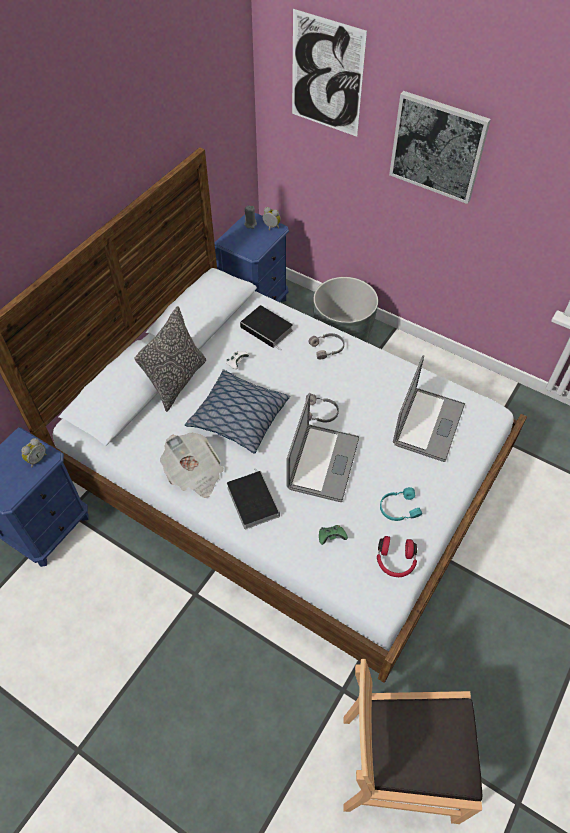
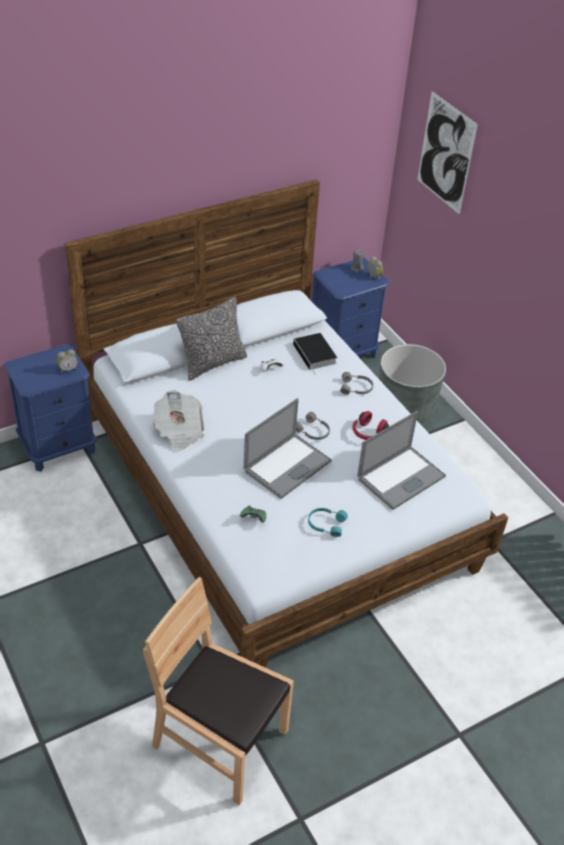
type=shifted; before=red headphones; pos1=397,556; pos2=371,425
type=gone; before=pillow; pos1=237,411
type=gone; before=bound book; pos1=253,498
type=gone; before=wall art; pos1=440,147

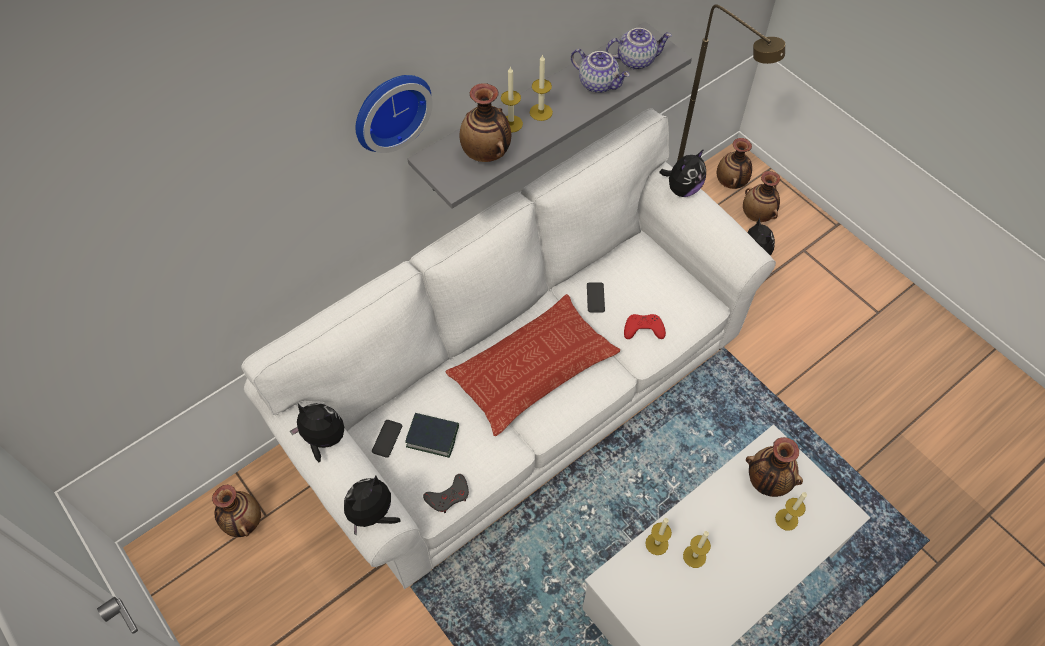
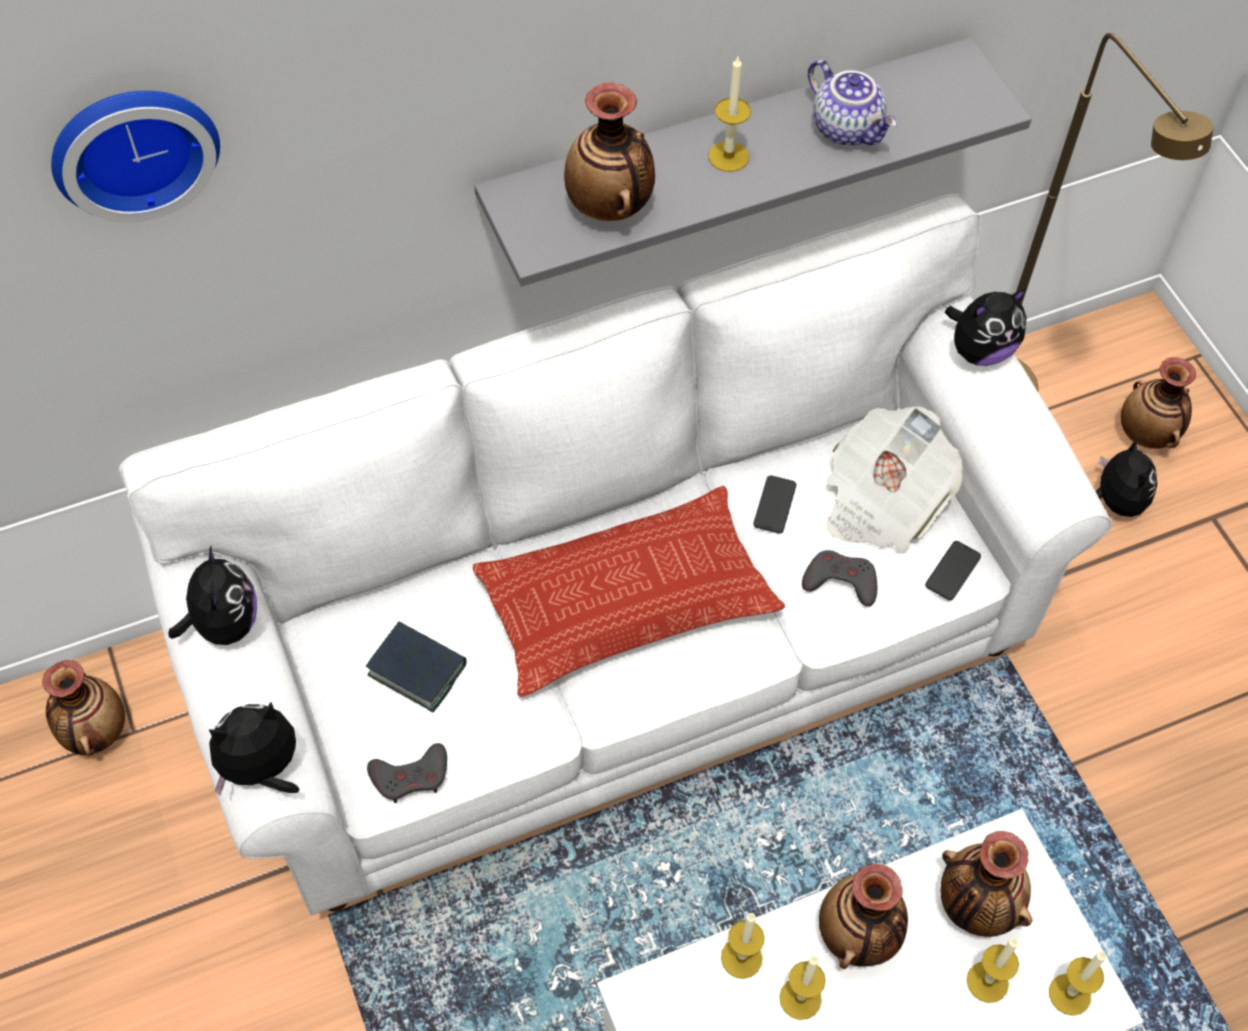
type=shifted; before=wall clock; pos1=394,114; pos2=135,157
type=rotated; before=cuddly toy; pos1=317,432; pos2=212,595; turn=45
type=repainted; before=red game controller; after=greyish game controller; pos1=645,326; pos2=839,578
type=shifted; before=flower vase; pos1=734,163; pos2=863,916
type=new; after=daily paper; pos2=894,479
type=shifted; before=telephone; pos1=387,439; pos2=953,570
type=shifted; before=wax candle; pos1=512,99; pos2=1077,983
type=gone; before=teapot; pos1=639,49

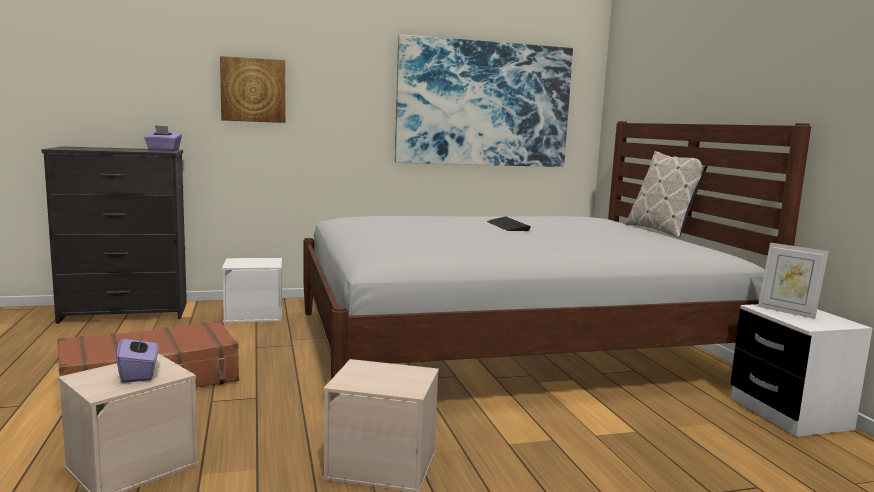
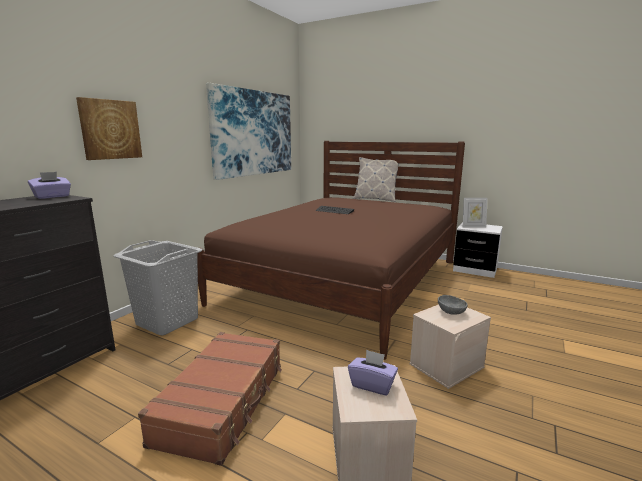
type=swapped; before=whitish storage box; after=greyish hamper; pos1=252,290; pos2=157,288
type=repainted; before=whitish sleeping bed; after=brown-coloured sleeping bed; pos1=557,250; pos2=331,250
type=new; after=greyish serving bowl; pos2=453,305

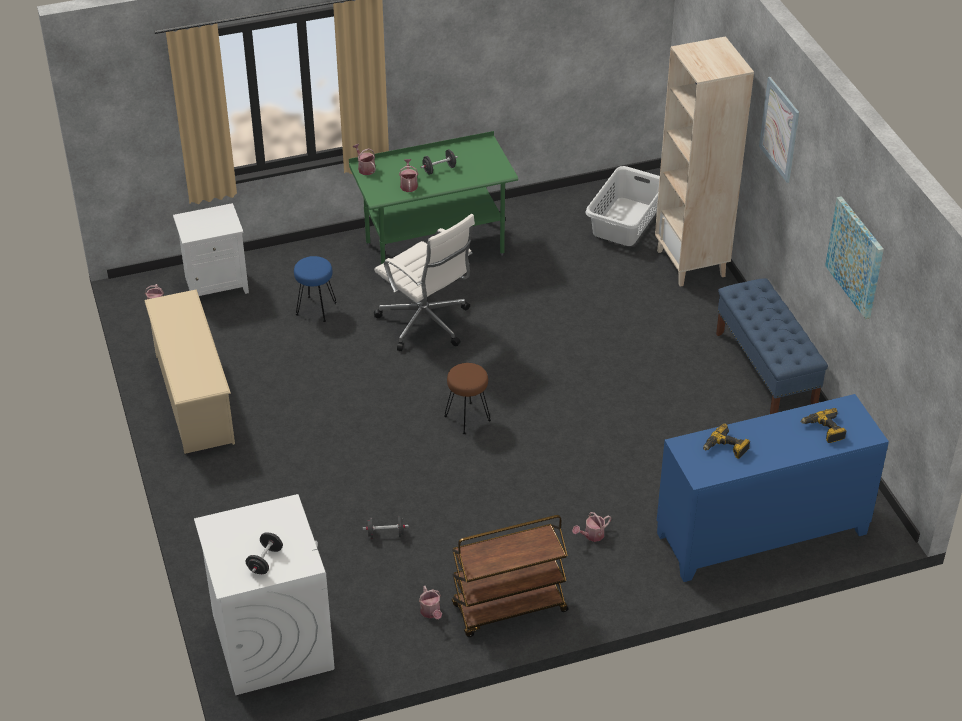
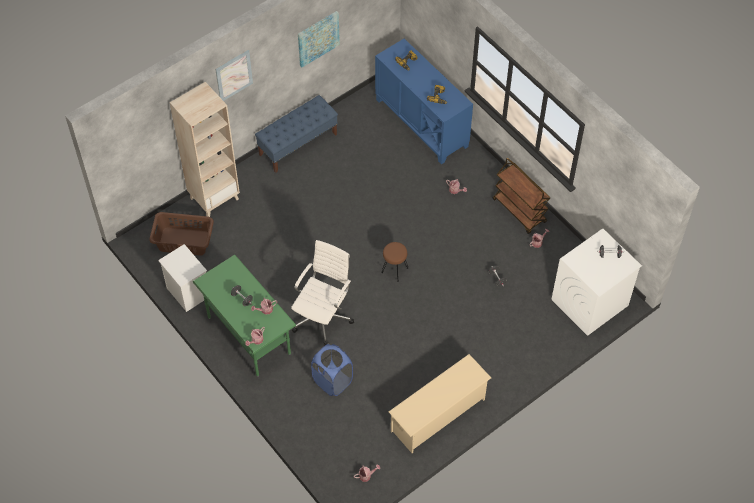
type=repainted; before=whitish hamper; after=brown-coloured hamper; pos1=622,206; pos2=182,234
type=shifted; before=whitish night table; pos1=211,249; pos2=182,278
type=swapped; before=bluish stool seat; after=bluish hamper; pos1=315,289; pos2=332,370

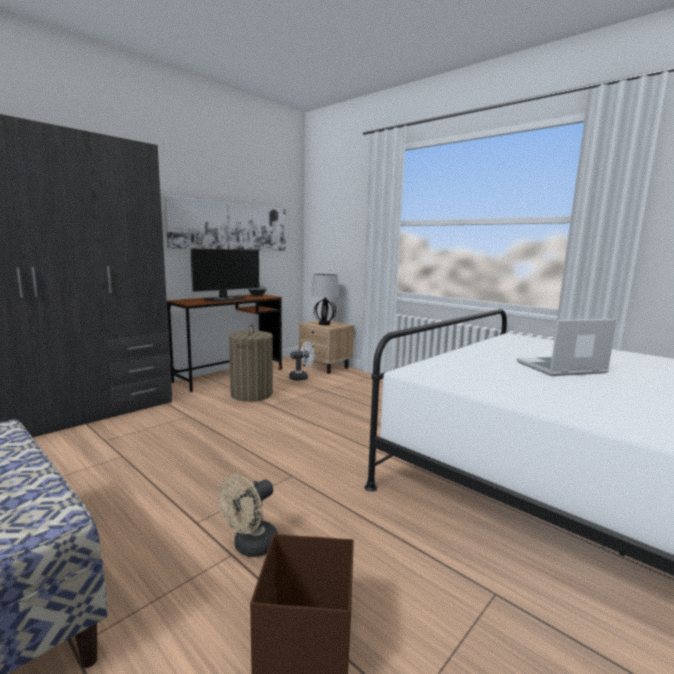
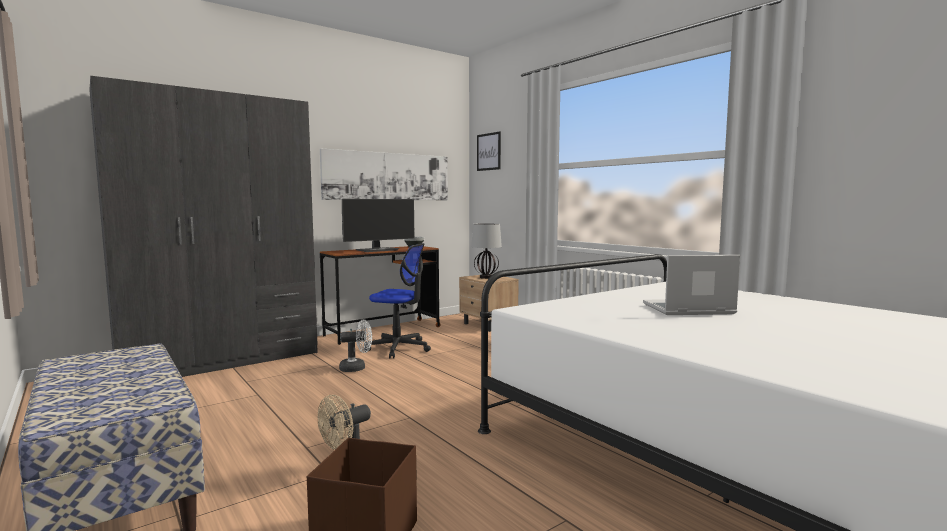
type=shifted; before=whitish cooling fan; pos1=301,361; pos2=355,346
type=swapped; before=hamper; after=desk chair; pos1=250,363; pos2=397,300
type=new; after=wall art; pos2=489,151

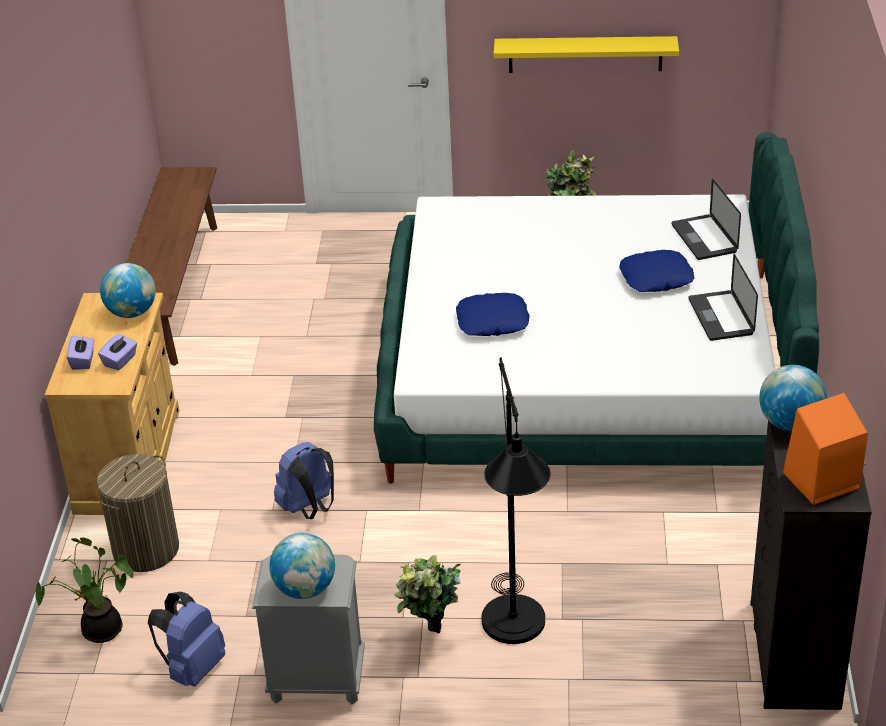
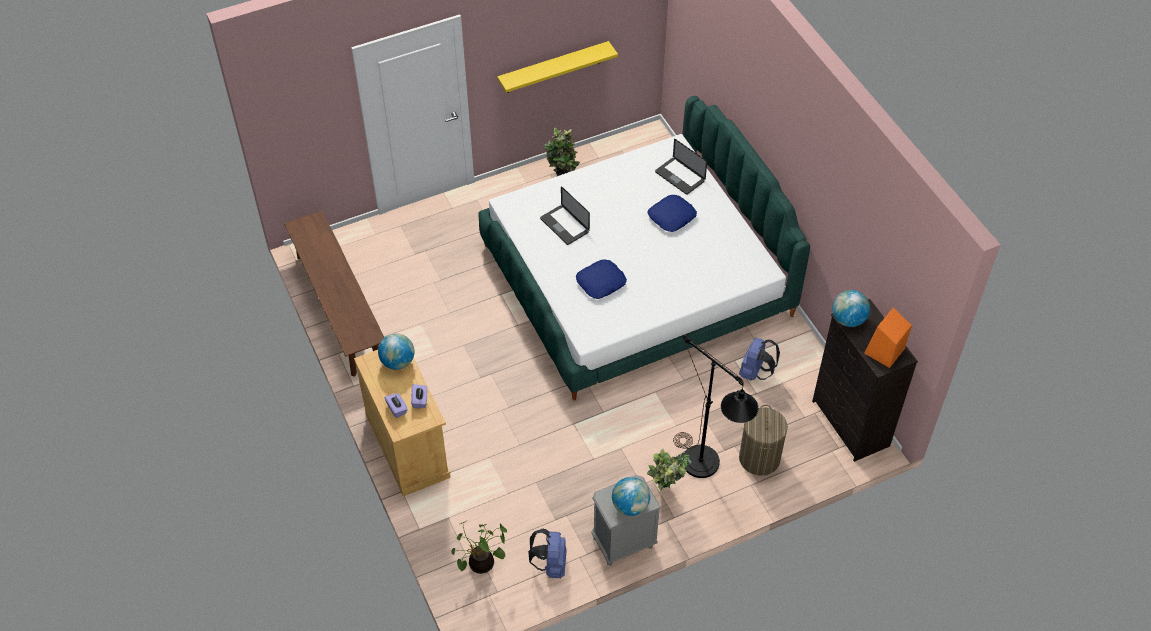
type=shifted; before=portable computer; pos1=723,297; pos2=565,215
type=shifted; before=bluish rucksack; pos1=304,480; pos2=759,359
type=shifted; before=hamper; pos1=138,513; pos2=763,440

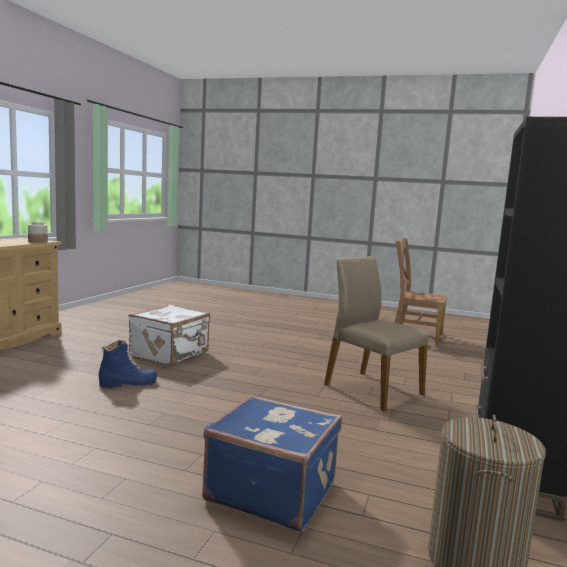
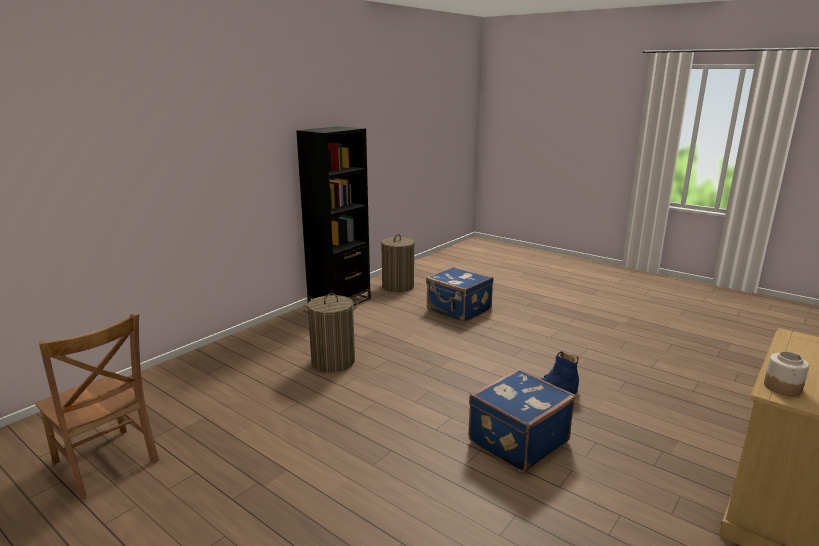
type=swapped; before=beige-coloured plain chair; after=hamper; pos1=376,333; pos2=330,332
type=repainted; before=whitish piece of luggage; after=bluish piece of luggage; pos1=169,335; pos2=522,420

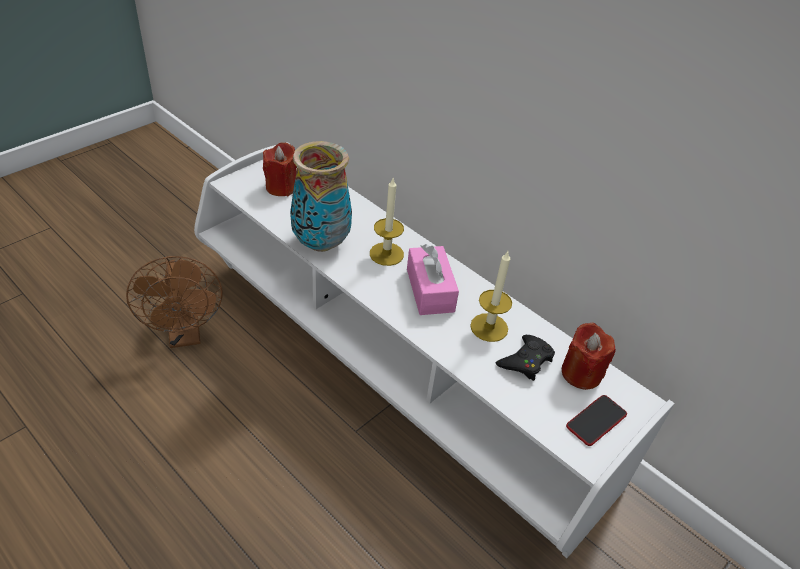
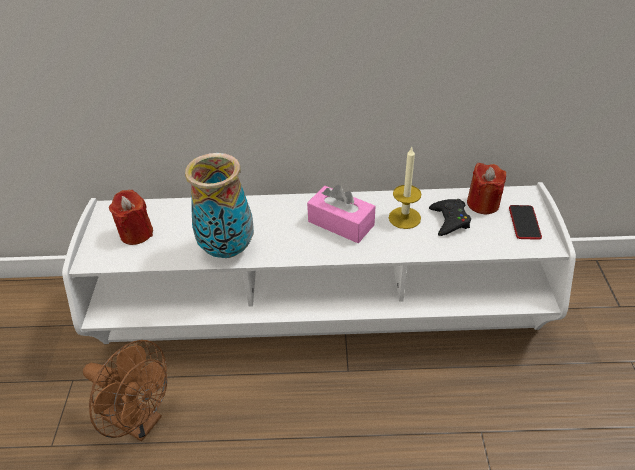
type=gone; before=wax candle; pos1=387,222

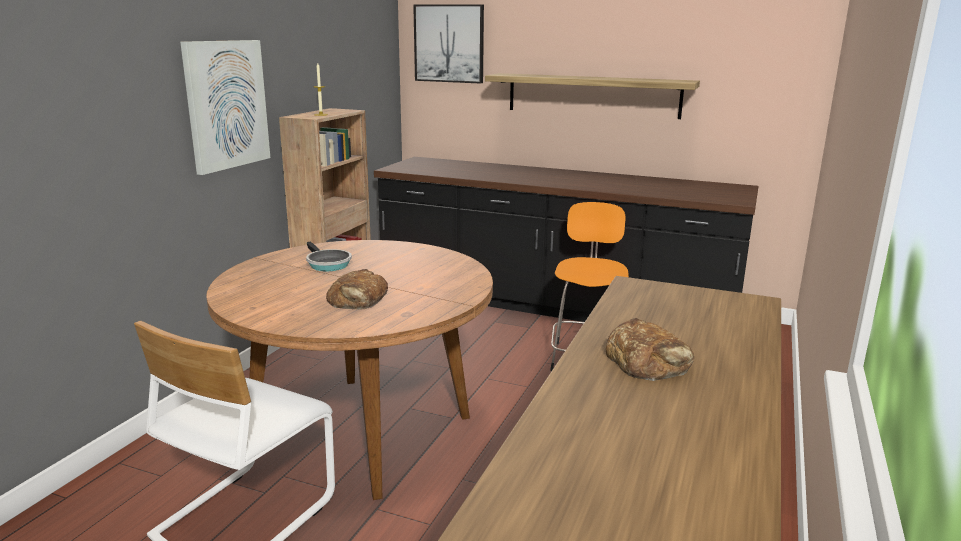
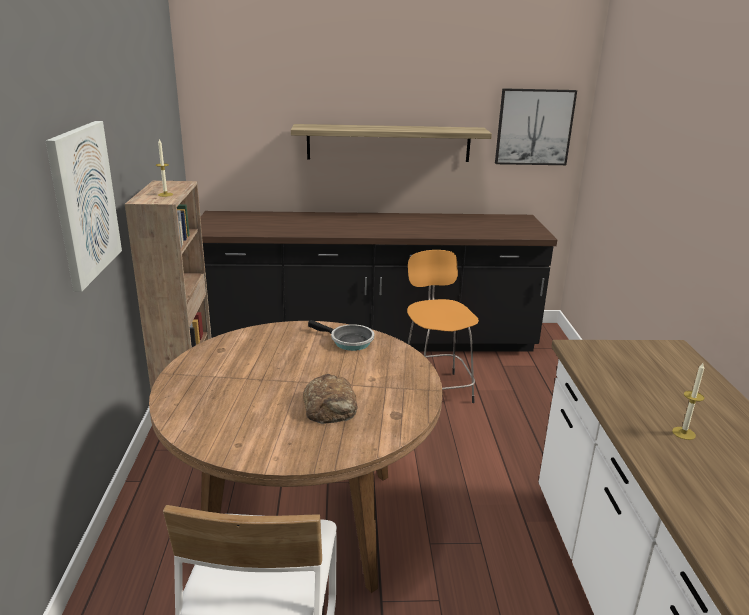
type=shifted; before=skillet; pos1=329,256; pos2=341,335
type=shifted; before=wall art; pos1=448,44; pos2=536,126
type=swapped; before=bakery bread; after=wax candle; pos1=650,349; pos2=688,401

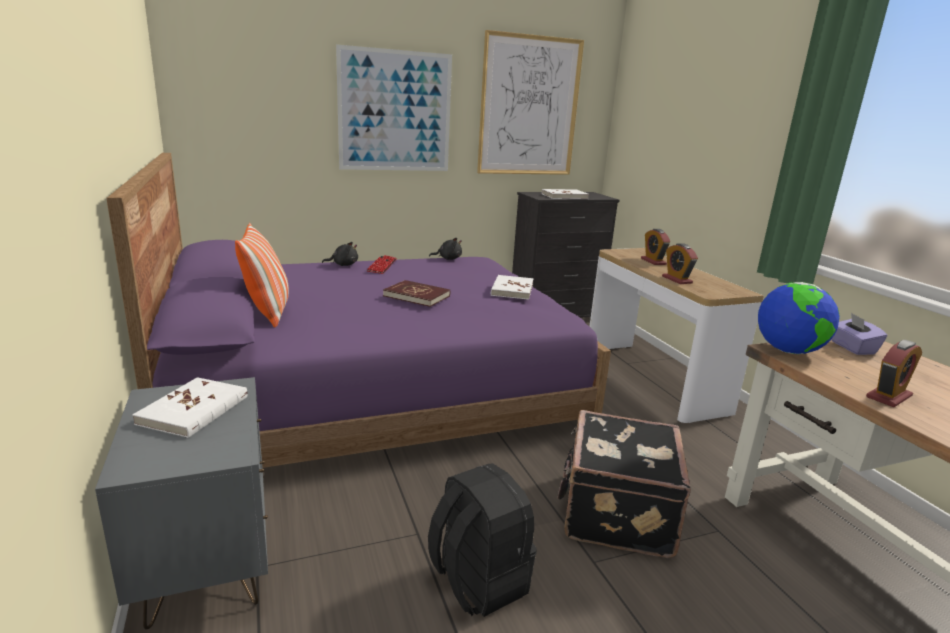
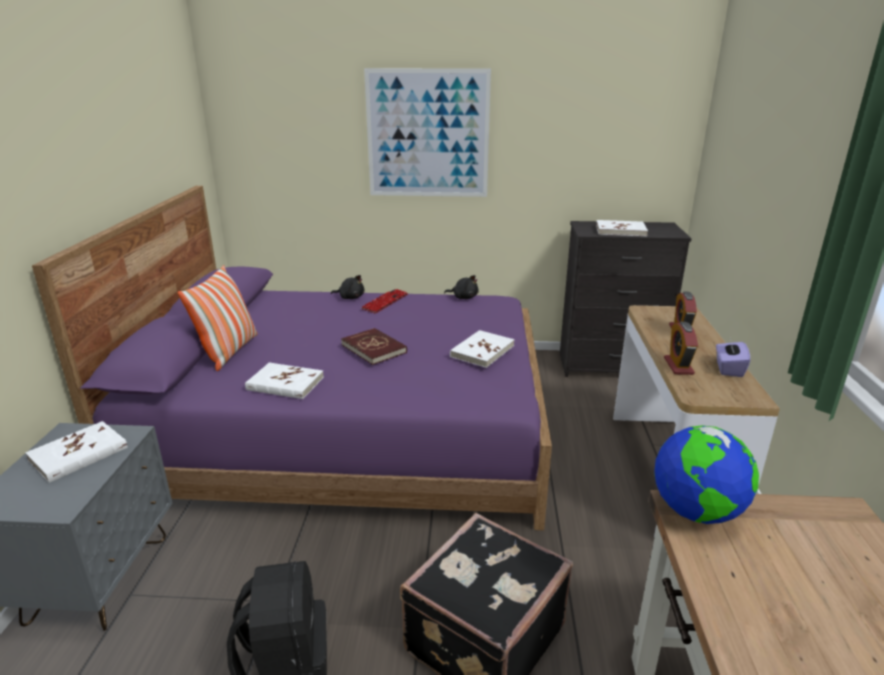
type=new; after=whitish bound book; pos2=284,381
type=shifted; before=purplish box of tissues; pos1=859,334; pos2=733,357
type=gone; before=wall art; pos1=530,102
type=gone; before=bedside clock; pos1=894,373

